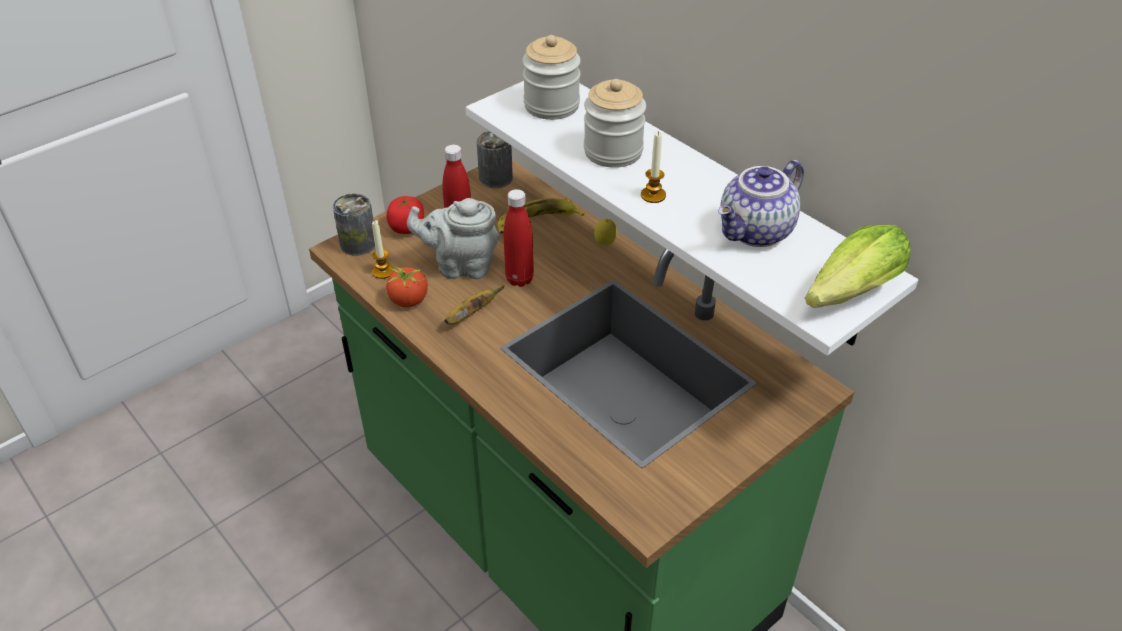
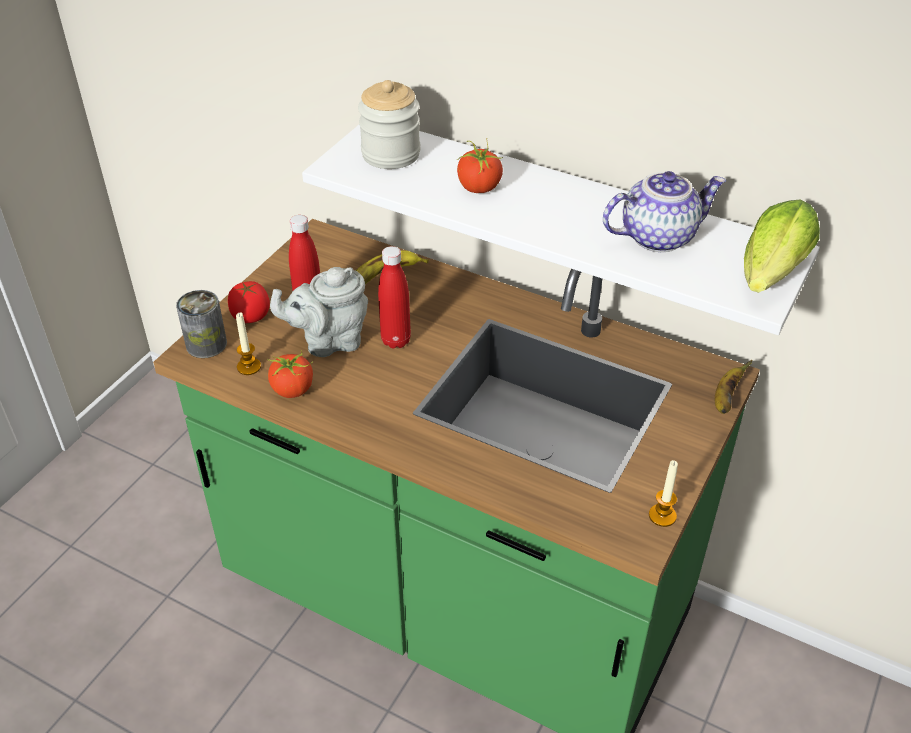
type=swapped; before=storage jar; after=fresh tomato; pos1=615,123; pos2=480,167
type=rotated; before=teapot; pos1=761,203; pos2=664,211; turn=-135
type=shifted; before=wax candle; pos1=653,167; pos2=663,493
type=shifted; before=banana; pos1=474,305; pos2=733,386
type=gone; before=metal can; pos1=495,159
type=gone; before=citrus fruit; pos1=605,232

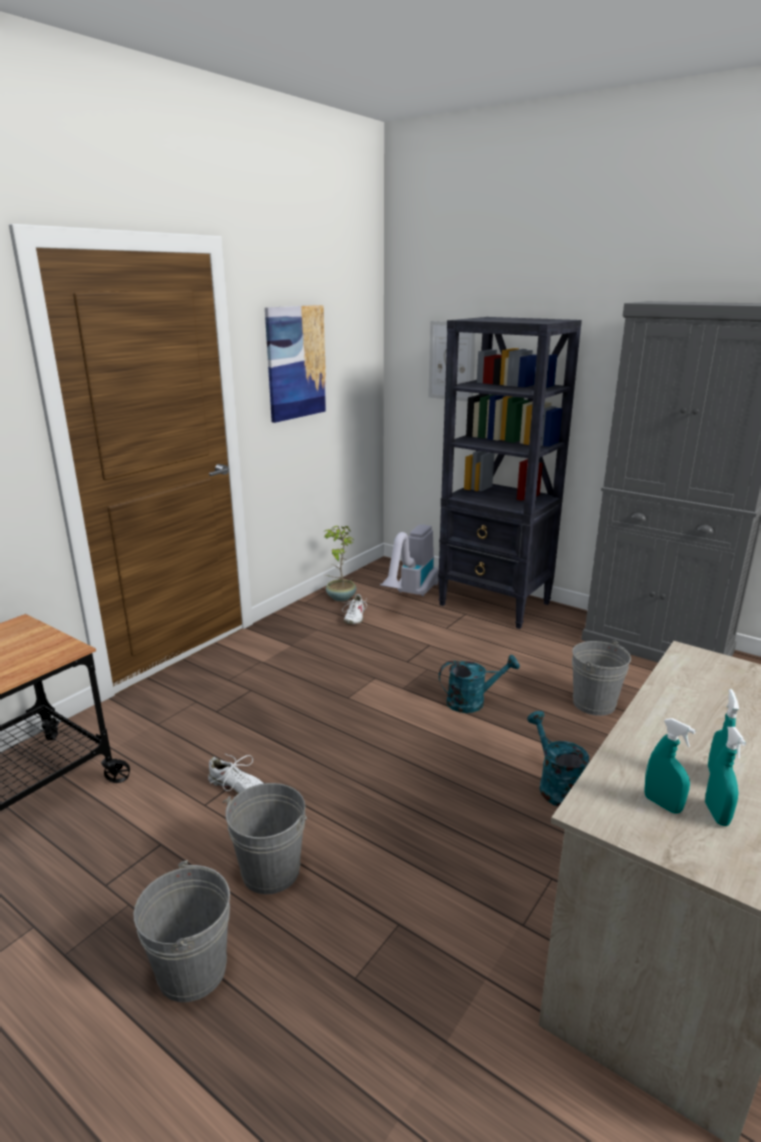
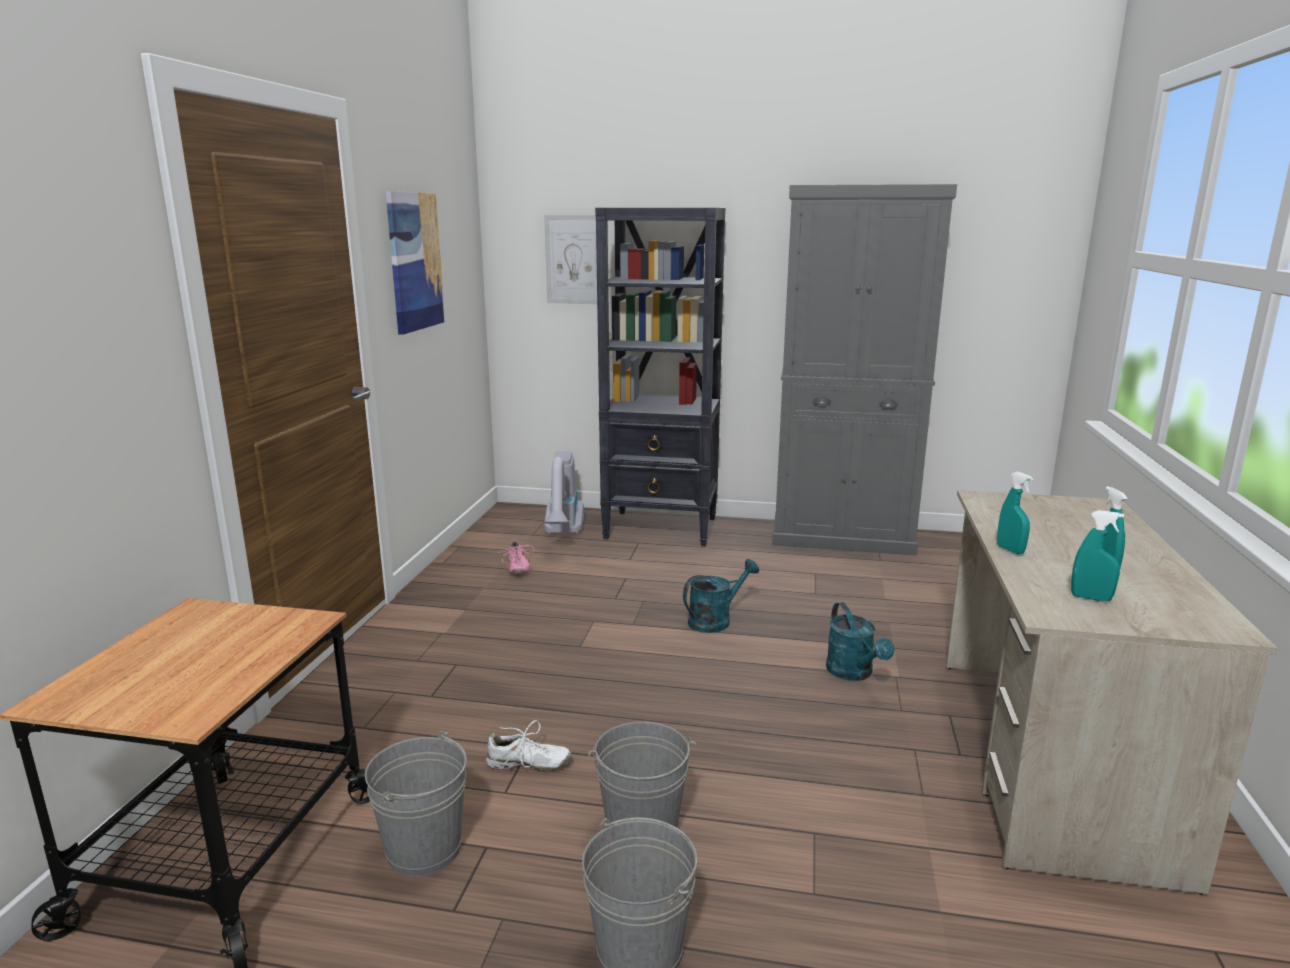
type=shifted; before=greyish bucket; pos1=601,678; pos2=416,804
type=repainted; before=whitish item of footwear; after=pink item of footwear; pos1=354,609; pos2=516,557
type=rotated; before=turquoise-coloured sprinkling can; pos1=558,759; pos2=860,641; turn=-150
type=shifted; before=turquoise-coloured sprayer; pos1=725,776; pos2=1015,513
type=gone; before=potted plant; pos1=340,563

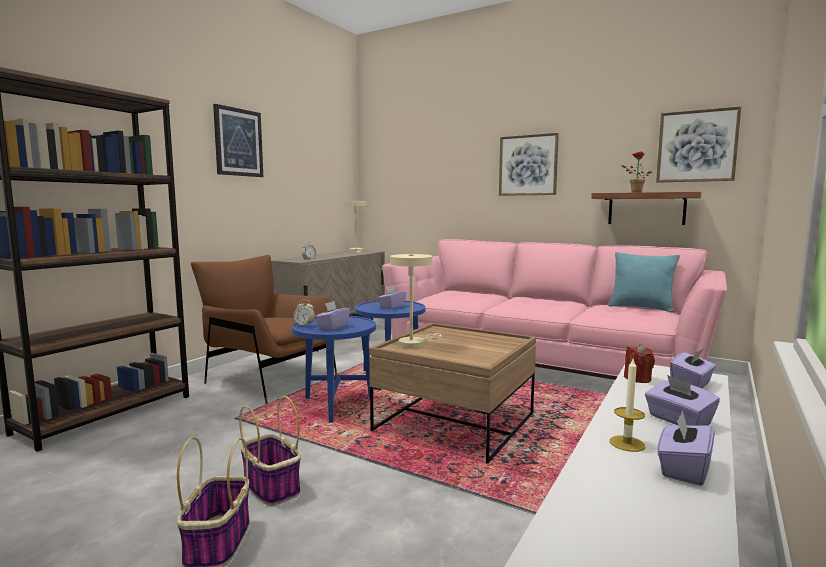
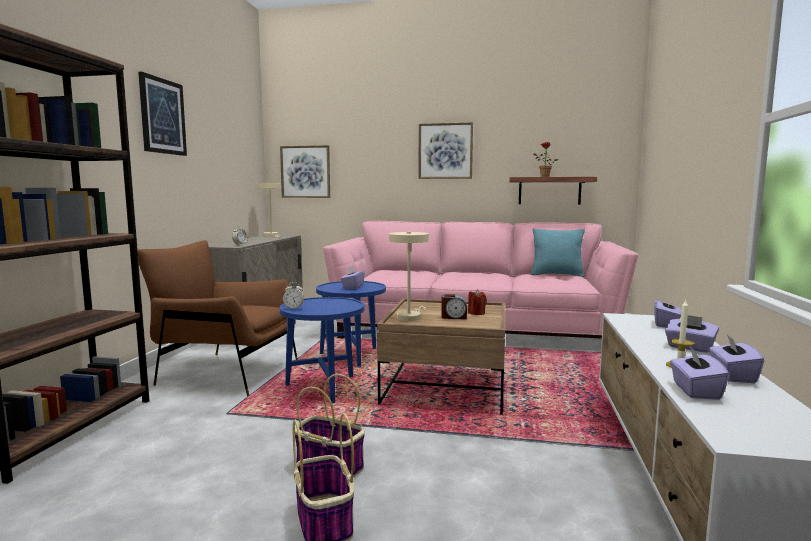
type=shifted; before=wall art; pos1=698,144; pos2=305,171
type=new; after=bedside clock; pos2=454,306
type=shifted; before=red wax candle; pos1=639,363; pos2=477,302
type=shifted; before=purplish box of tissues; pos1=332,315; pos2=699,372

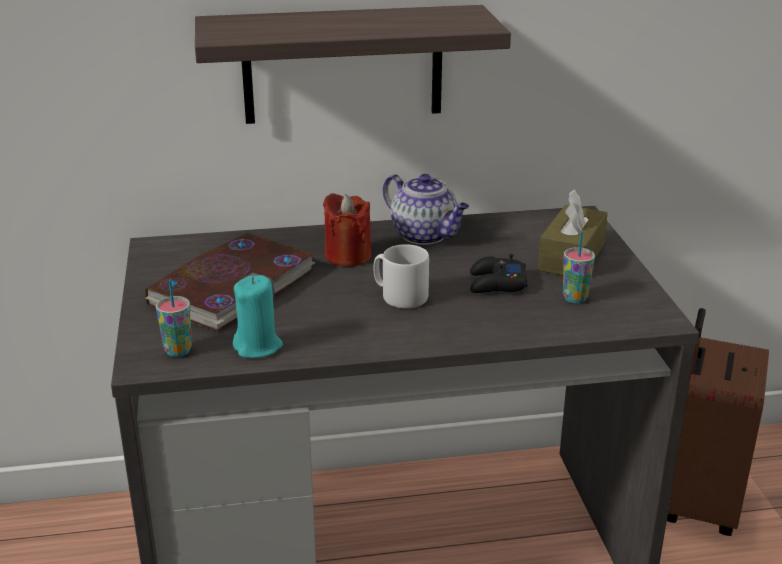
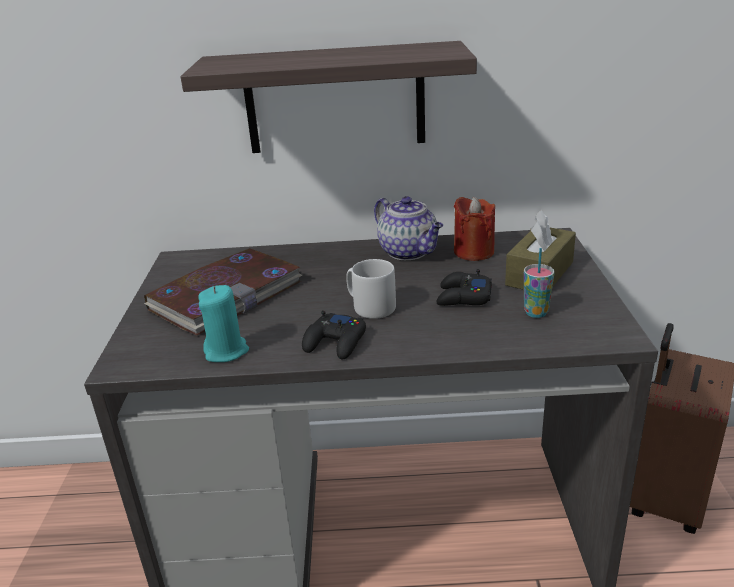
type=new; after=blackish game controller; pos2=334,335
type=shifted; before=red wax candle; pos1=347,230; pos2=474,229
type=gone; before=drinking cup; pos1=174,318

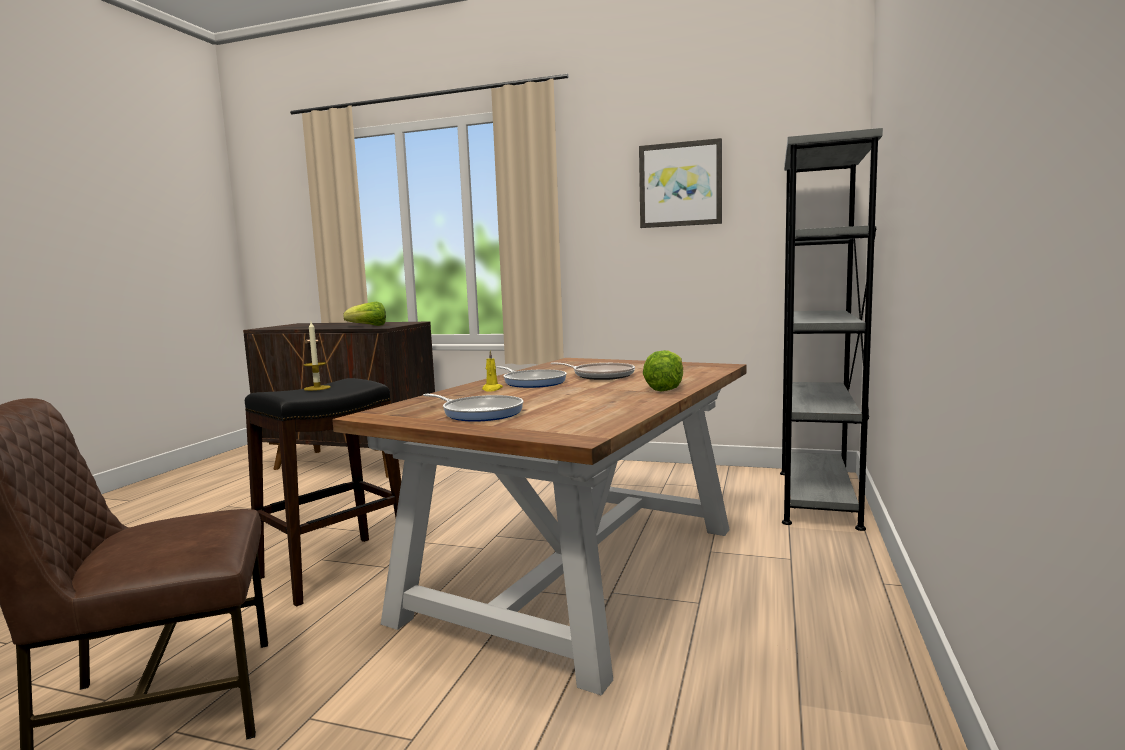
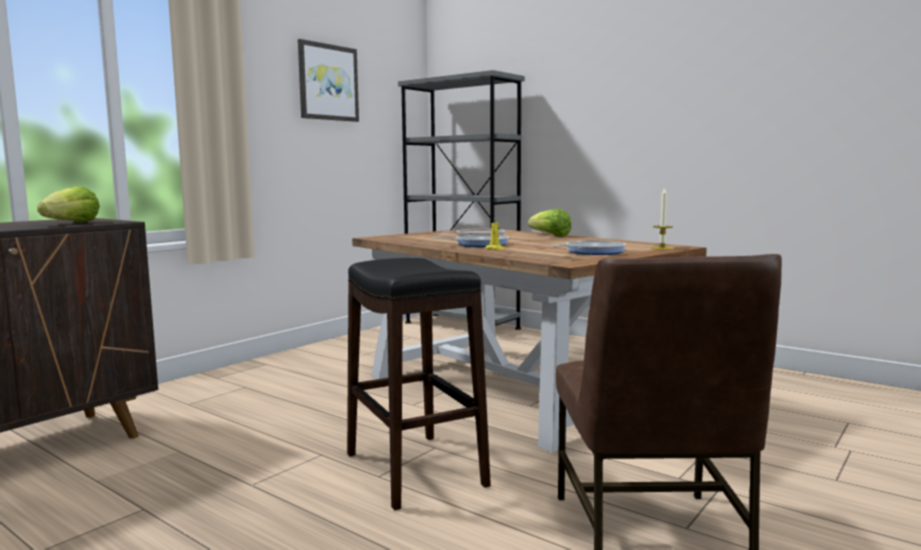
type=shifted; before=wax candle; pos1=317,356; pos2=662,218

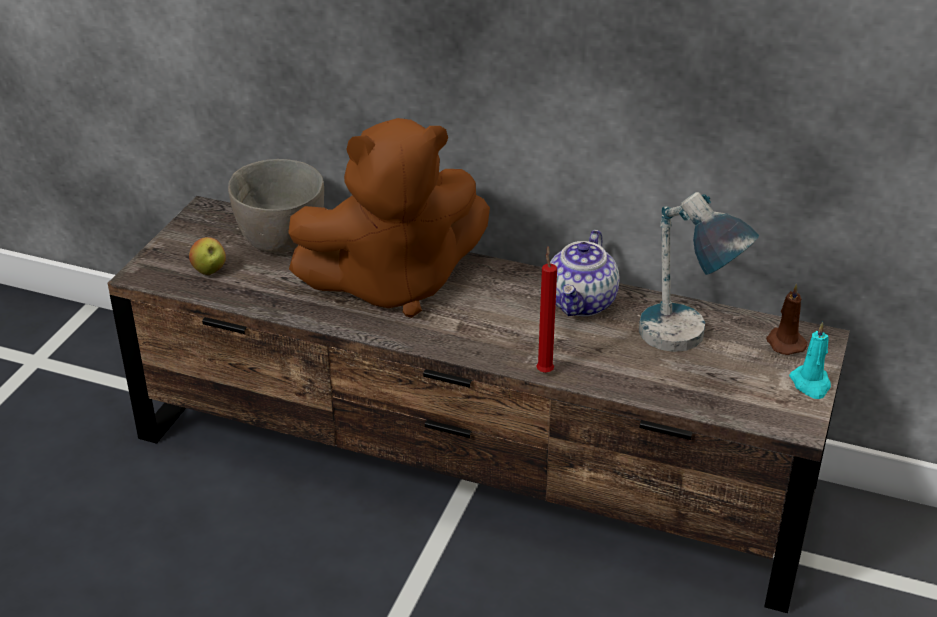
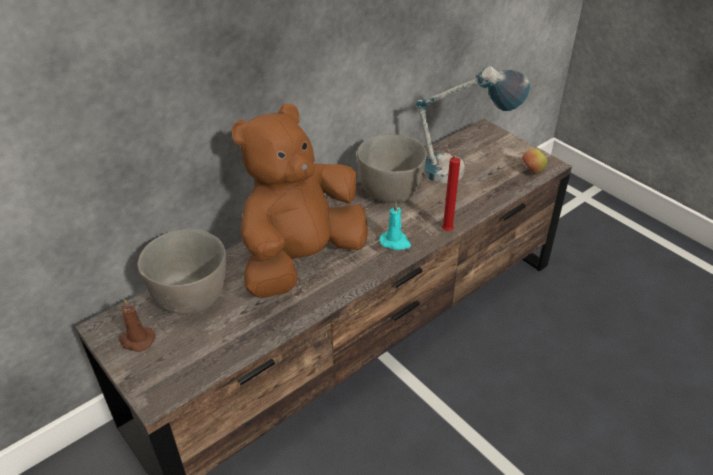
type=shifted; before=brown-coloured wax candle; pos1=787,319; pos2=137,325
type=rotated; before=brown-coloured cuddly toy; pos1=389,218; pos2=300,201; turn=-150
type=swapped; before=teapot; after=greyish serving bowl; pos1=585,273; pos2=392,168
type=shifted; before=turquoise-coloured wax candle; pos1=810,360; pos2=395,226
type=shifted; before=apple fruit; pos1=207,256; pos2=534,161

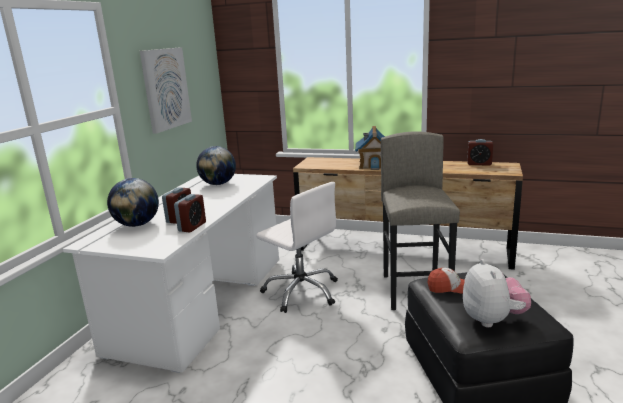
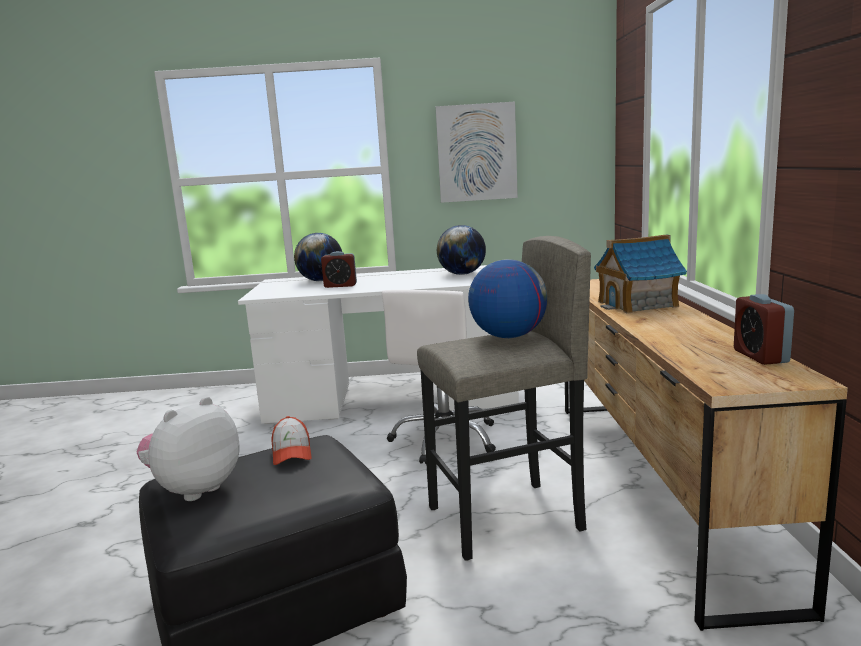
type=rotated; before=cuddly toy; pos1=497,293; pos2=188,449; turn=150
type=new; after=desk globe; pos2=507,298
type=gone; before=bedside clock; pos1=190,213

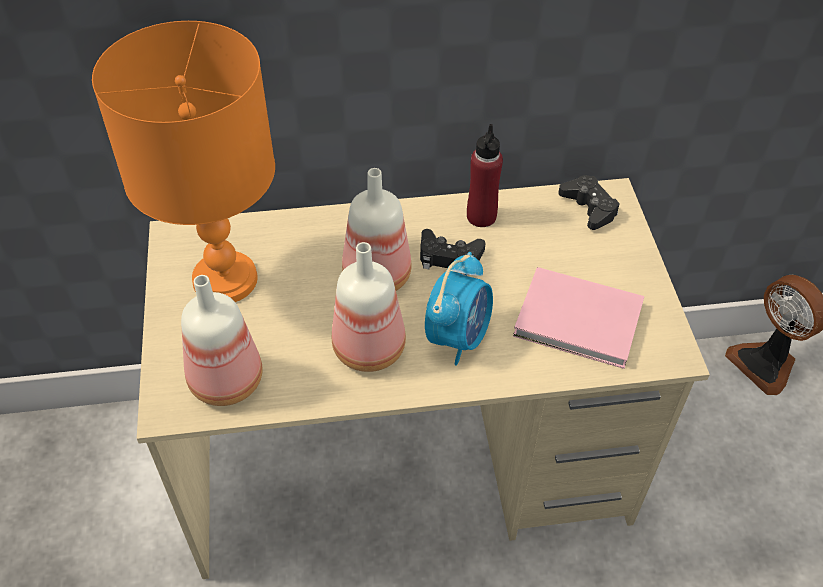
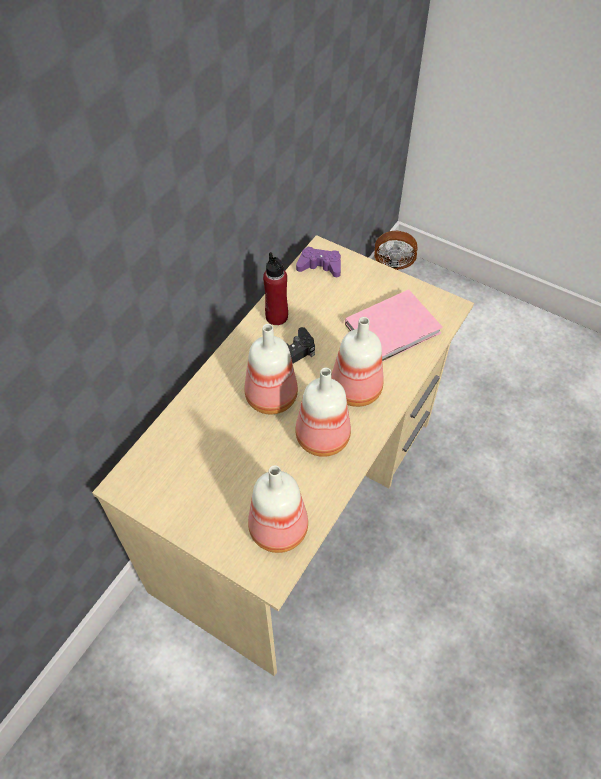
type=repainted; before=blackish game controller; after=purplish game controller; pos1=589,202; pos2=318,261
type=swapped; before=bedside clock; after=beverage bottle; pos1=459,309; pos2=357,362
type=gone; before=orange-coloured lamp for a table; pos1=183,161

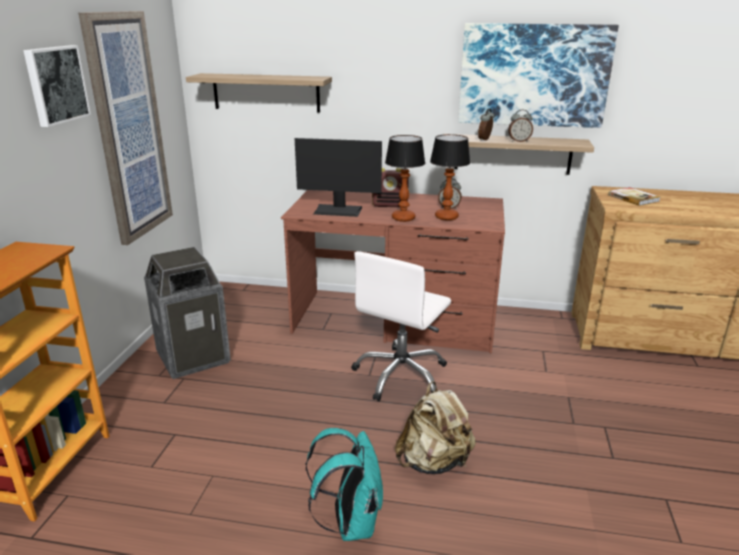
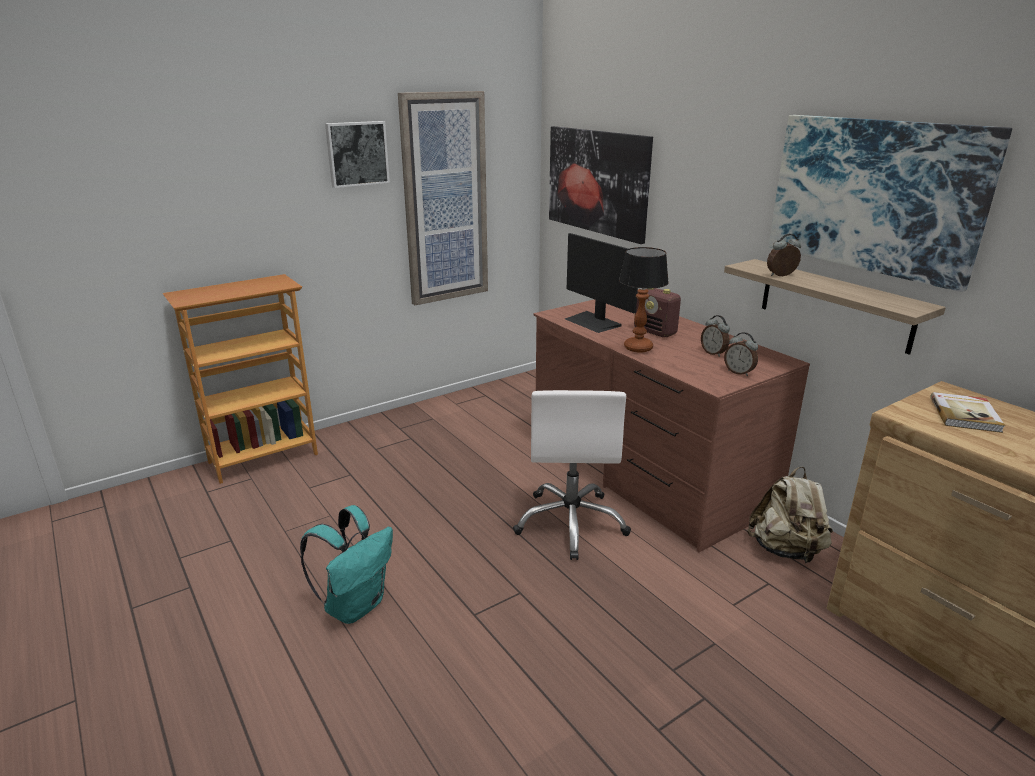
type=rotated; before=whitish desk chair; pos1=401,326; pos2=572,475; turn=-75
type=swapped; before=wall shelf; after=wall art; pos1=259,93; pos2=601,185
type=shifted; before=bedside clock; pos1=520,125; pos2=741,354
type=shifted; before=beige-coloured rucksack; pos1=435,427; pos2=790,515
type=gone; before=waste bin; pos1=187,313
type=gone; before=lamp for a table; pos1=450,177

